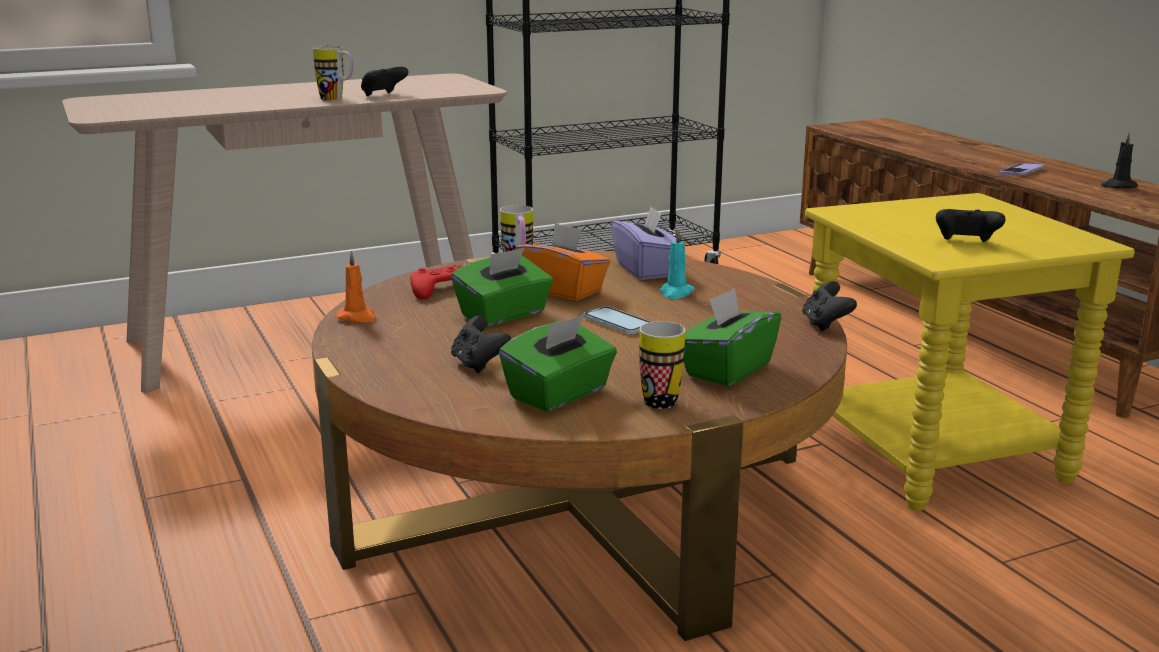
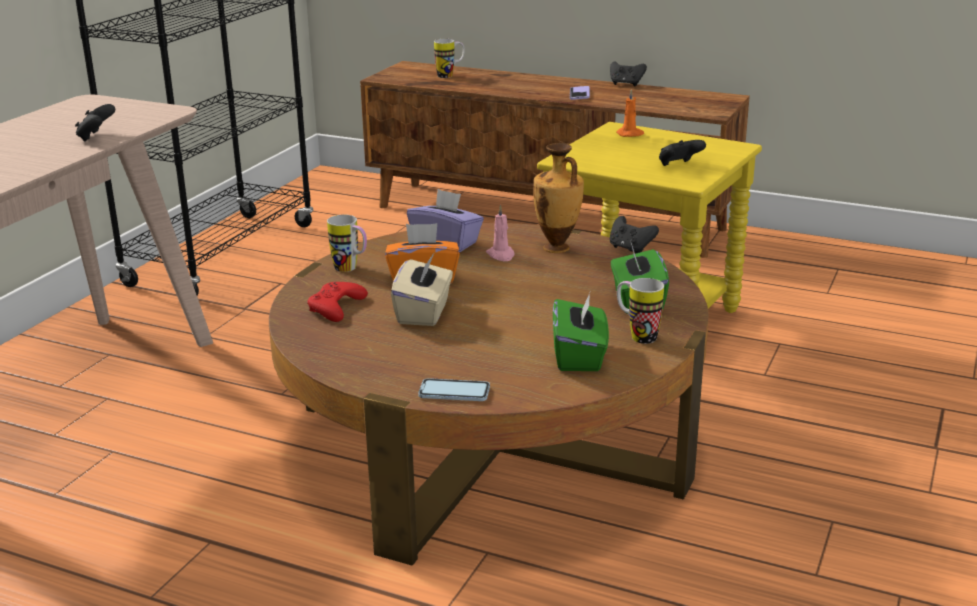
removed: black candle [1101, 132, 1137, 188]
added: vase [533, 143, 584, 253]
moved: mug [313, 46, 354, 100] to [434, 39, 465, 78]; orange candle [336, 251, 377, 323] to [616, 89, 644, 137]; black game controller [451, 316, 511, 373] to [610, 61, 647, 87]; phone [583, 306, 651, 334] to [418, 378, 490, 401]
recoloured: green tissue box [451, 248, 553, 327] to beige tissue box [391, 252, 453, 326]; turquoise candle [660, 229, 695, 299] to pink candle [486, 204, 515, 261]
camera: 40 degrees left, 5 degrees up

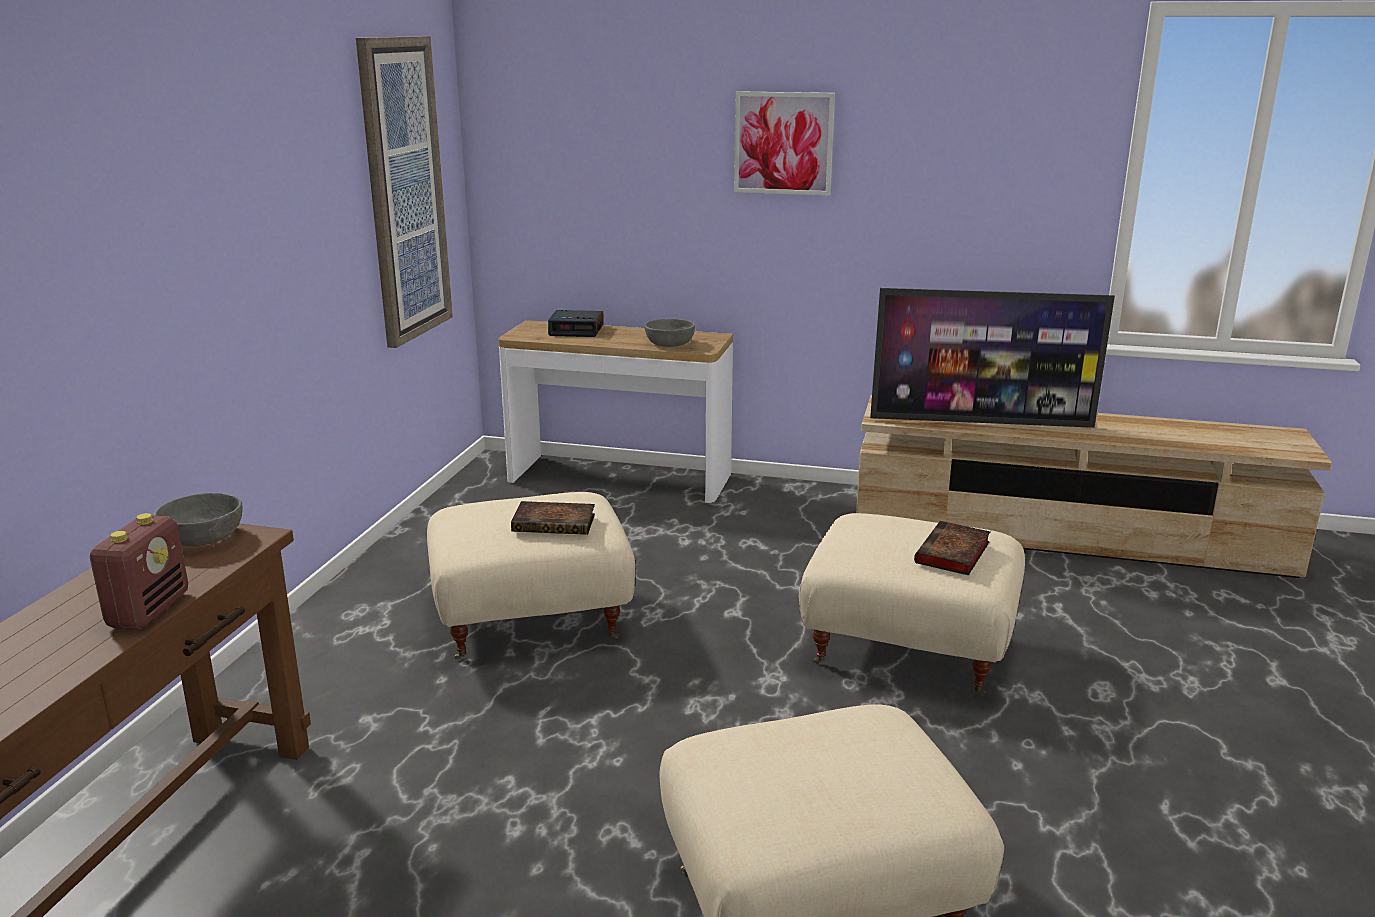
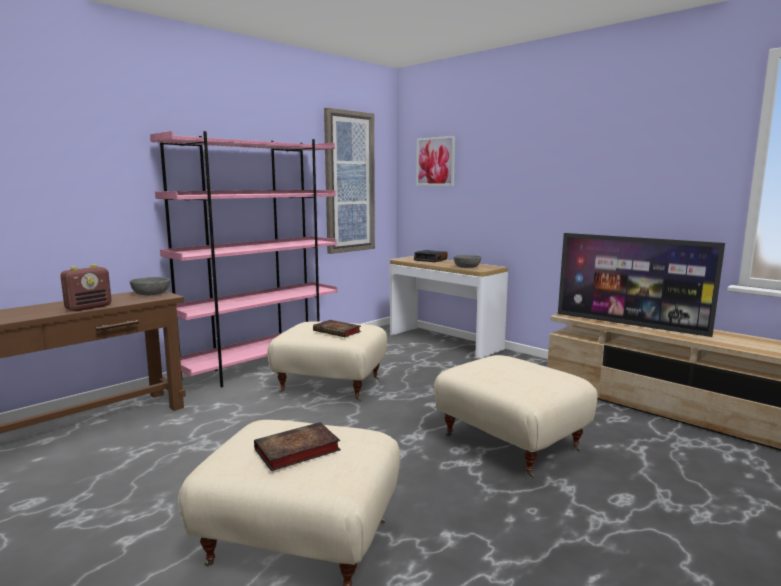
added: pink bookcase [150, 131, 338, 387]
moved: picture [734, 91, 835, 196] to [416, 136, 455, 186]; book [914, 521, 990, 576] to [254, 422, 341, 471]
camera: 30 degrees right, 10 degrees down

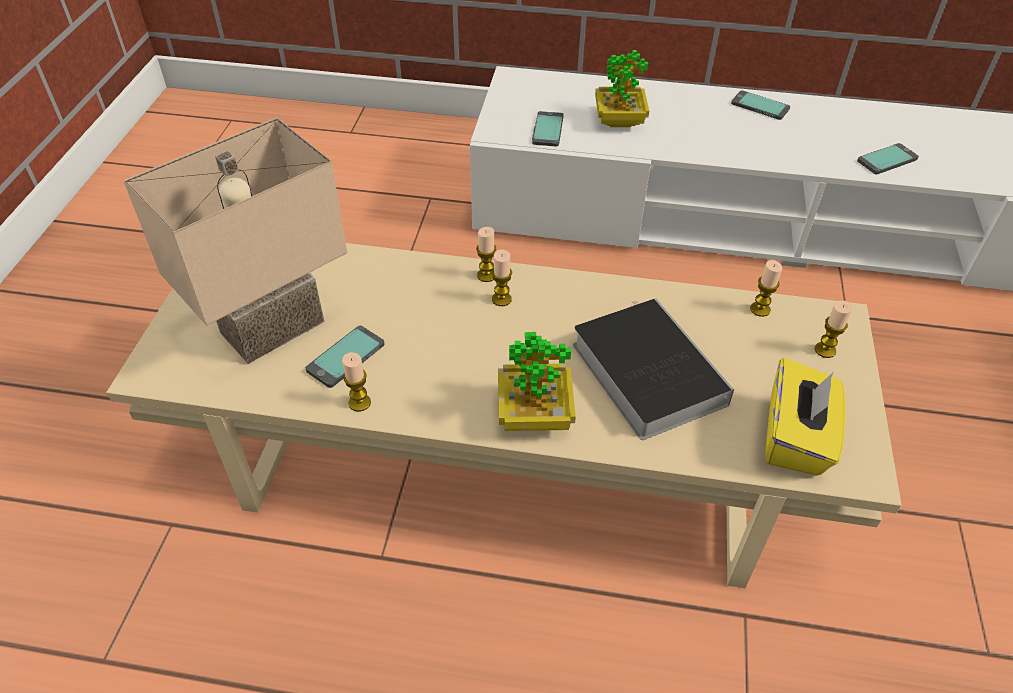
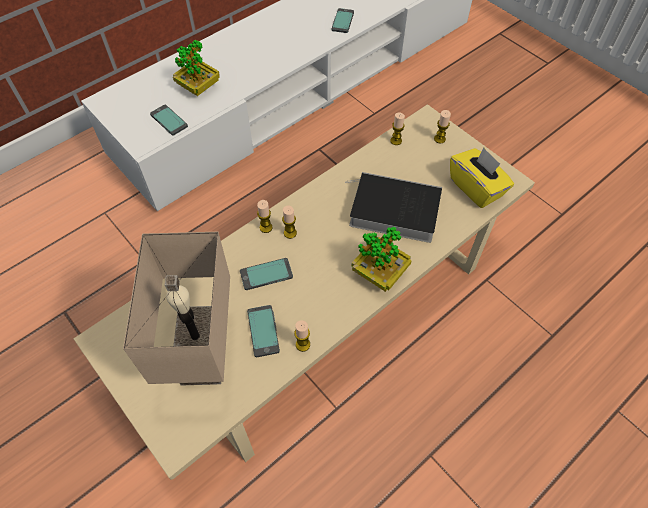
moved: phone [731, 90, 790, 120] to [240, 258, 293, 290]
camera: 50 degrees left, 10 degrees up

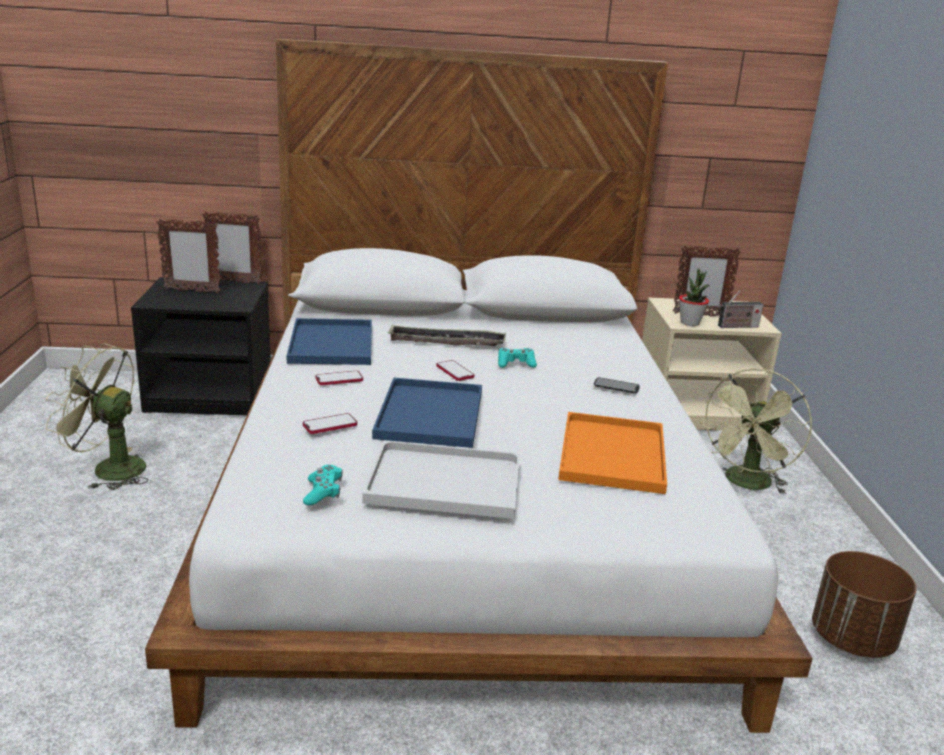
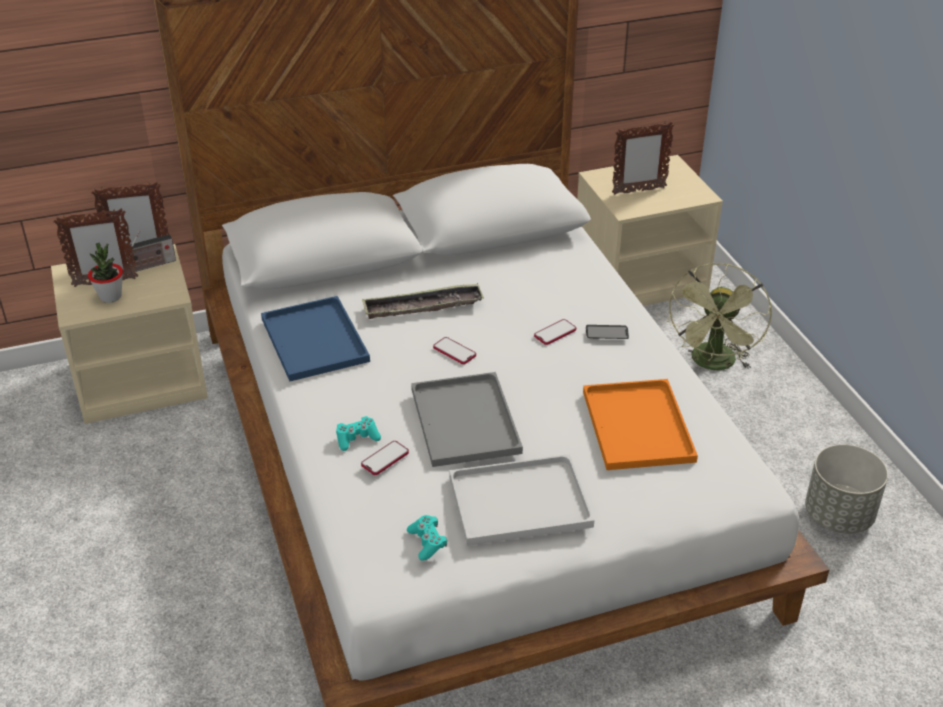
removed: green fan [46, 343, 148, 490]
moved: phone [315, 371, 363, 385] to [534, 319, 576, 345]; turquoise game controller [498, 348, 537, 368] to [336, 416, 381, 451]; potted plant [679, 269, 709, 326] to [88, 243, 123, 303]; radio [718, 290, 764, 328] to [124, 231, 176, 272]
recoloured: black nightstand [131, 277, 271, 415] to beige nightstand [51, 244, 208, 424]; blue tray [372, 378, 482, 448] to grey tray [411, 372, 523, 467]; brown planter [812, 551, 917, 658] to grey planter [805, 444, 888, 534]
camera: 15 degrees left, 15 degrees up

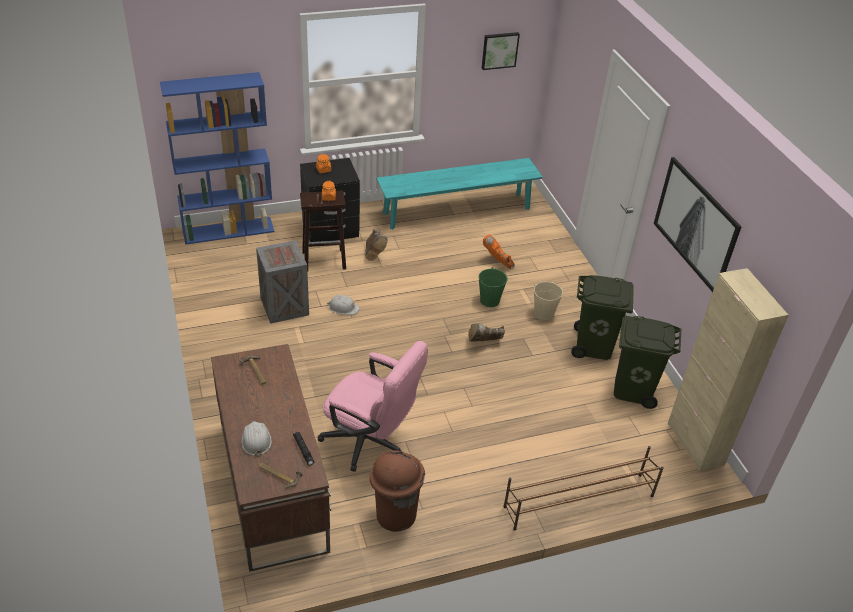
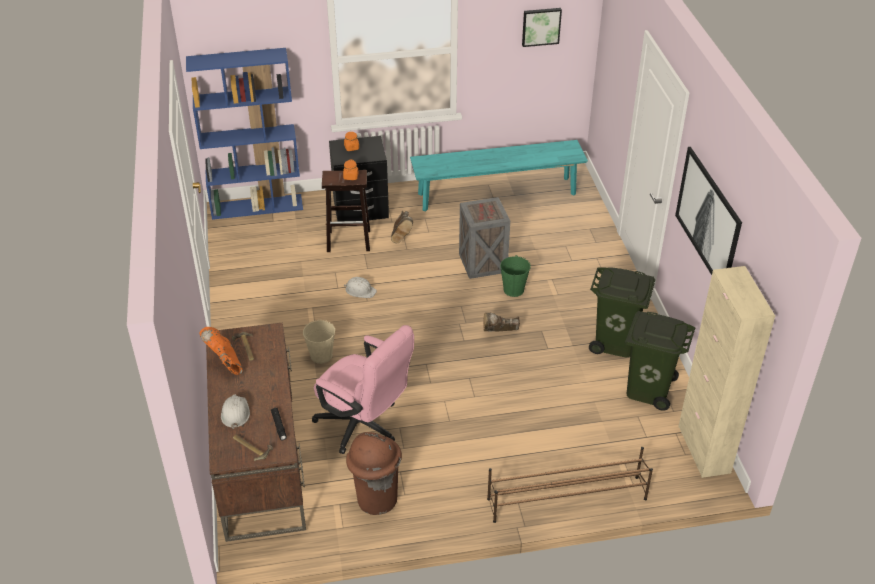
moved: crate [256, 240, 309, 324] to [459, 197, 510, 279]; orange boot [483, 234, 515, 269] to [199, 327, 243, 375]; beige bucket [534, 281, 563, 321] to [303, 320, 335, 364]
camera: 10 degrees right, 0 degrees up

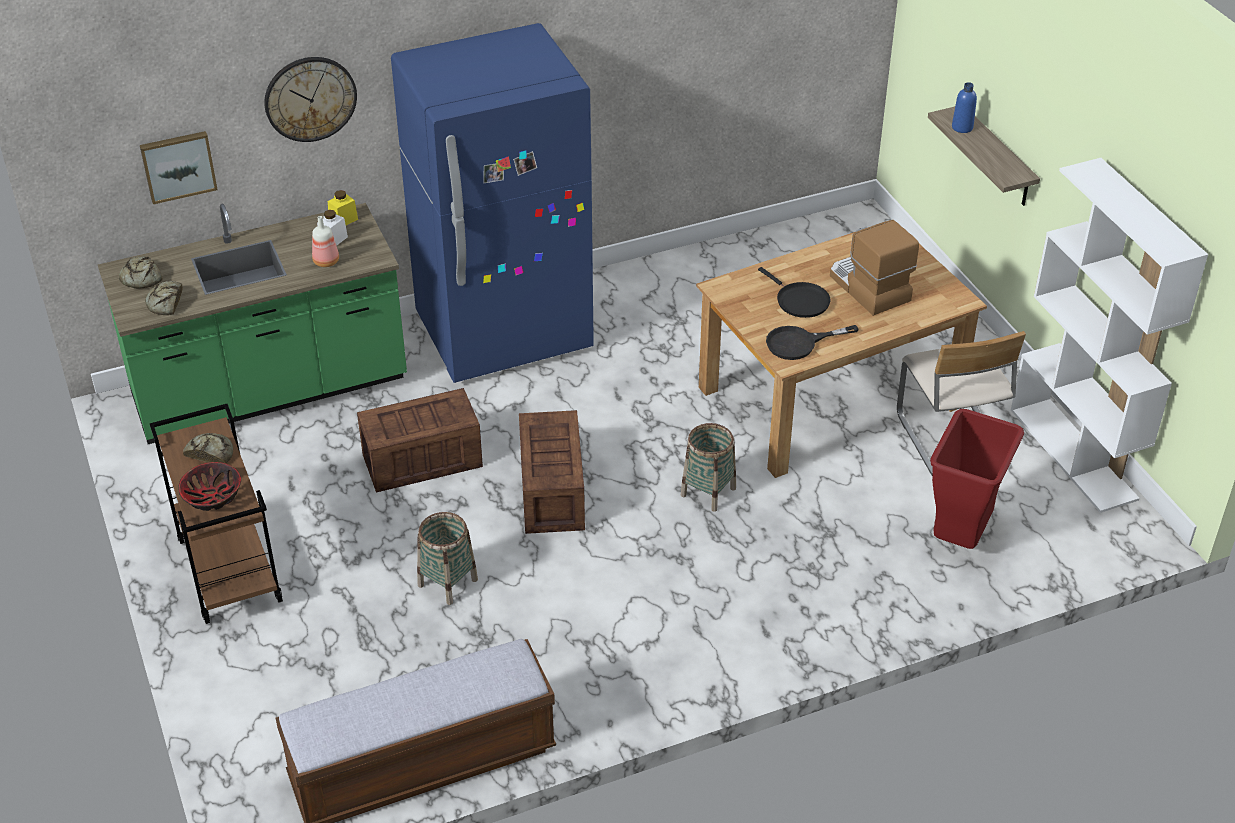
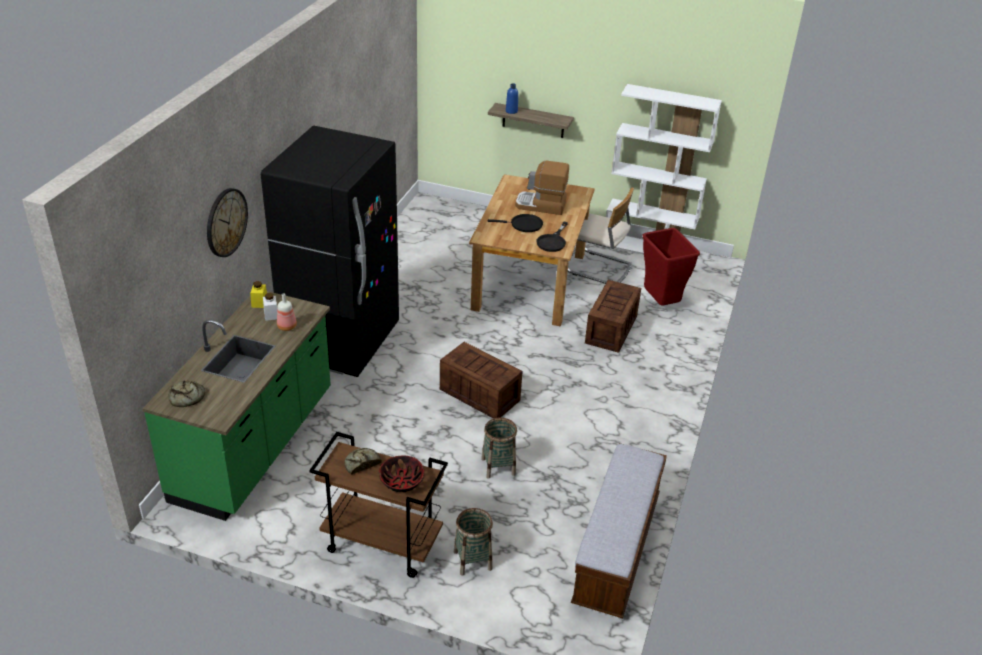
removed: picture [140, 131, 218, 204]; bread [145, 280, 183, 315]
moved: crate [357, 388, 483, 493] to [585, 280, 641, 353]; basket [681, 423, 736, 512] to [454, 508, 493, 576]
recoloured: blue fridge [391, 23, 594, 383] to black fridge [261, 126, 399, 377]
camera: 50 degrees left, 5 degrees down

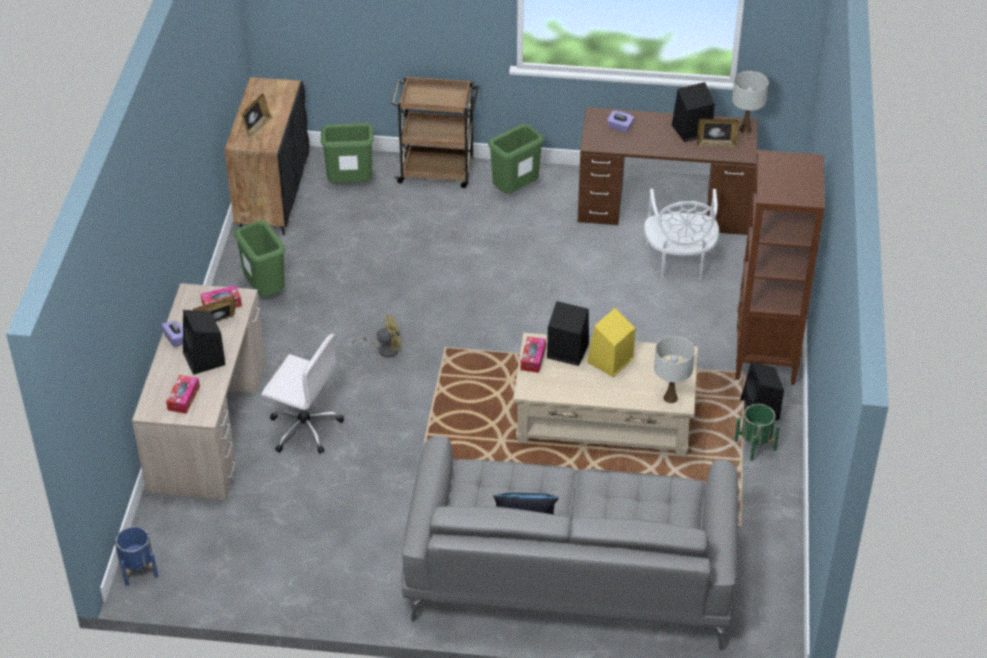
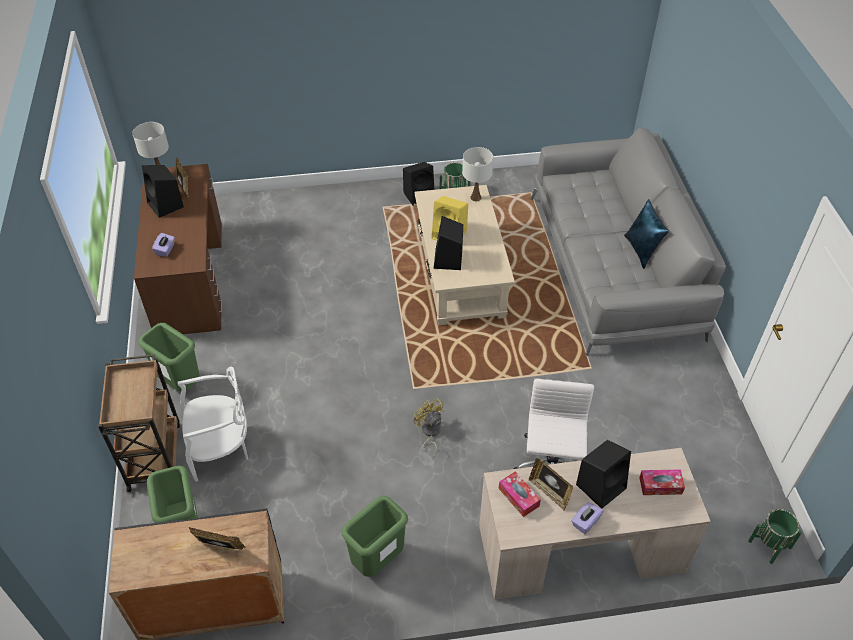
removed: tissue box [520, 336, 546, 373]; brown bookcase [735, 150, 825, 385]
moved: white chair [644, 189, 719, 279] to [178, 367, 248, 482]
recoloured: blue planter [114, 526, 158, 586] to green planter [748, 509, 802, 564]
camera: 105 degrees left, 5 degrees up

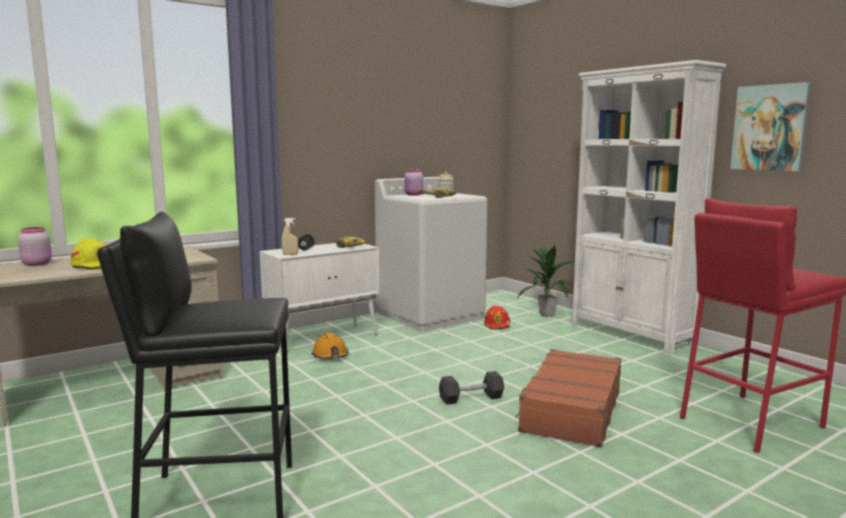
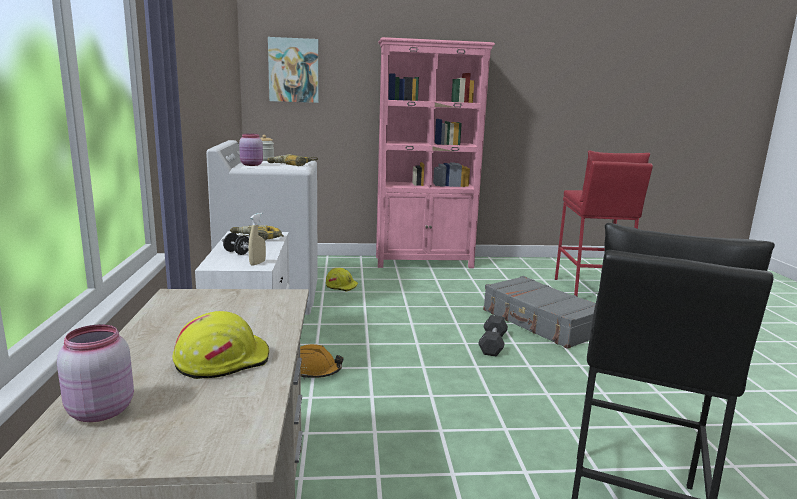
removed: potted plant [516, 245, 575, 317]
moved: picture [730, 82, 811, 171] to [268, 37, 319, 103]
recoloured: red hard hat [484, 305, 511, 329] to yellow hard hat [326, 268, 358, 291]; brown suitcase [515, 349, 621, 447] to grey suitcase [483, 276, 596, 349]; white bookcase [571, 60, 726, 355] to pink bookcase [376, 37, 495, 268]
camera: 60 degrees left, 5 degrees up

